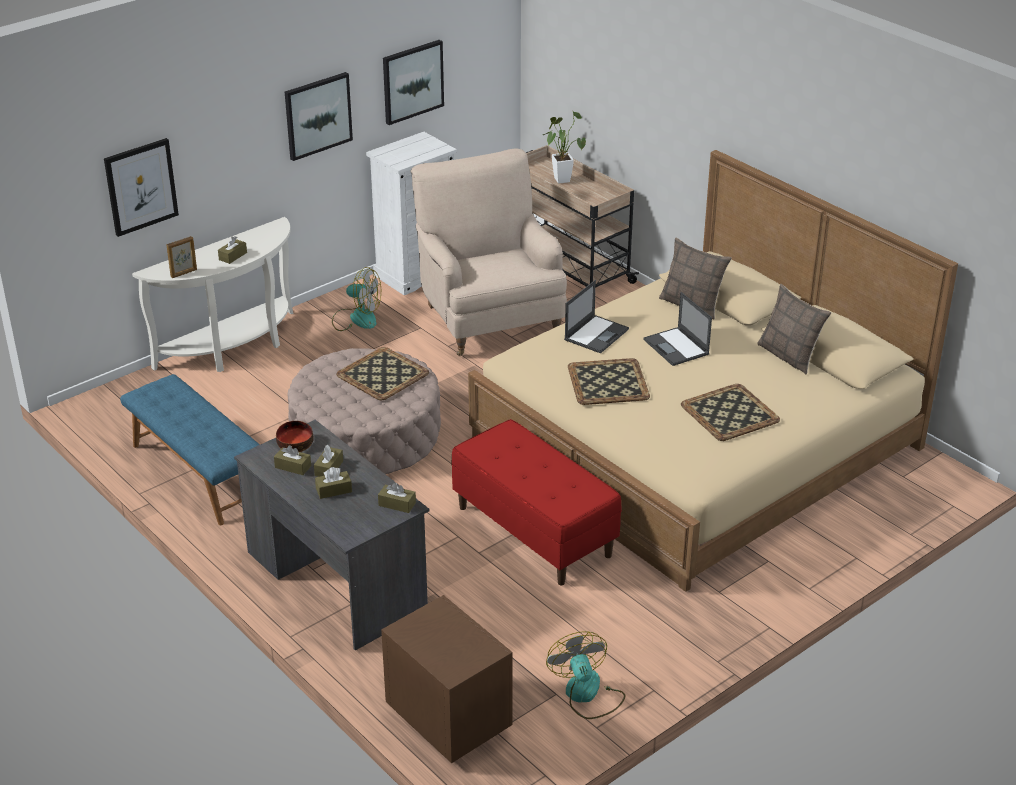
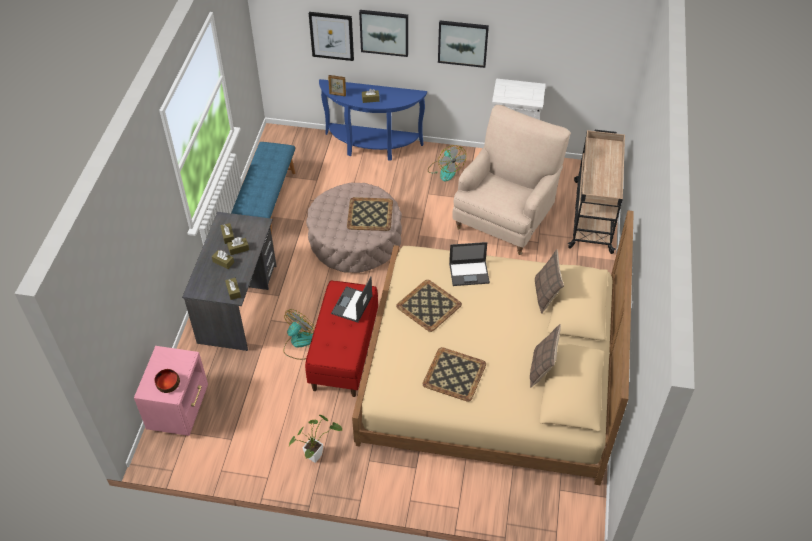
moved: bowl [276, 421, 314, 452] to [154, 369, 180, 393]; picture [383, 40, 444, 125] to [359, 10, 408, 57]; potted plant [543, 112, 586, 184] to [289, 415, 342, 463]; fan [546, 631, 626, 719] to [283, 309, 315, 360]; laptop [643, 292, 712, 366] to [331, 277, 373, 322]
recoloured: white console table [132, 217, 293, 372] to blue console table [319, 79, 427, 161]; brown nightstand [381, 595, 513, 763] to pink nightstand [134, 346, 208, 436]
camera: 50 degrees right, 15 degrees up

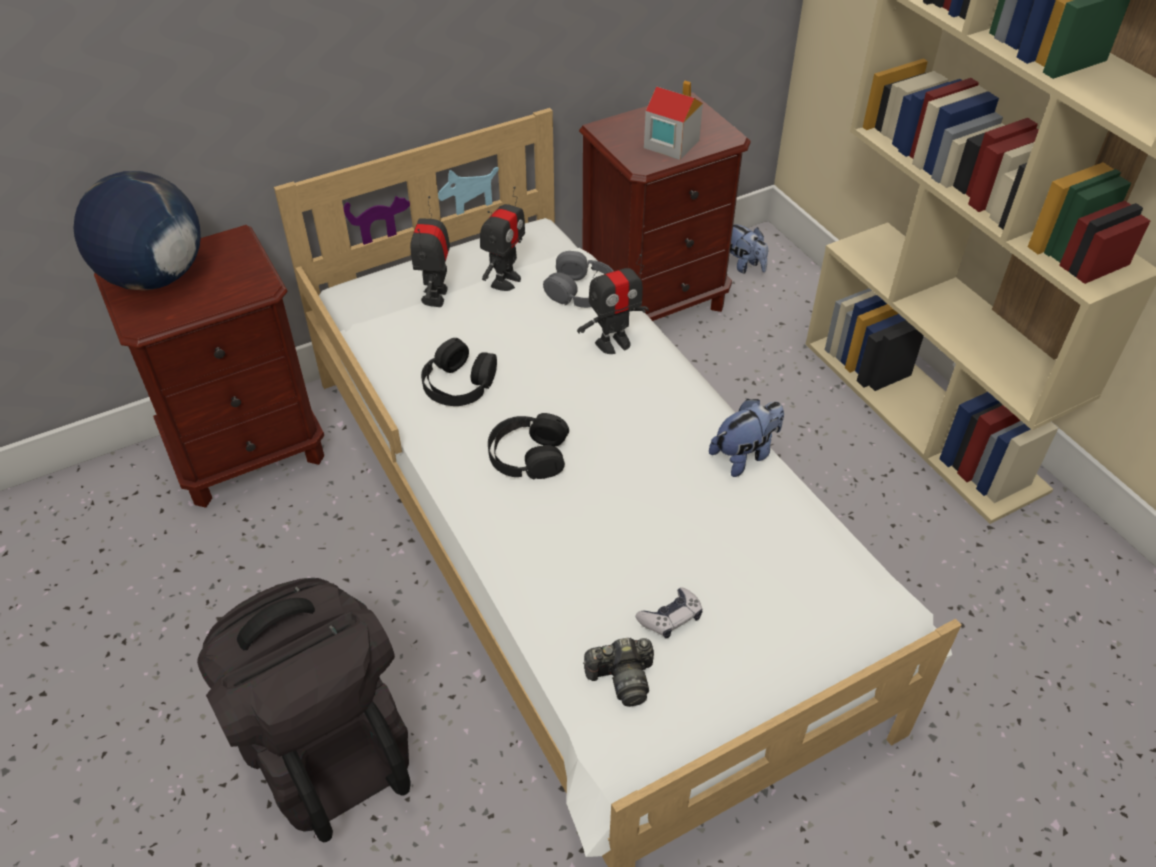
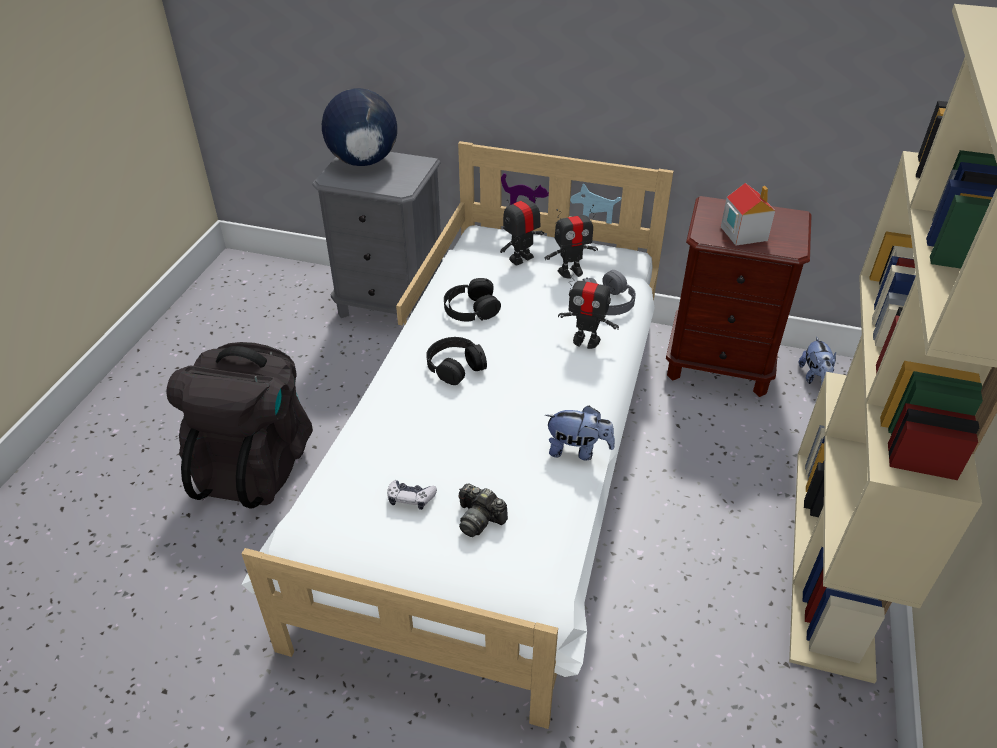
moved: photo camera [583, 638, 654, 707] to [459, 483, 508, 537]
recoloured: brown nightstand [94, 225, 324, 508] to grey nightstand [312, 152, 442, 318]
camera: 45 degrees right, 5 degrees down

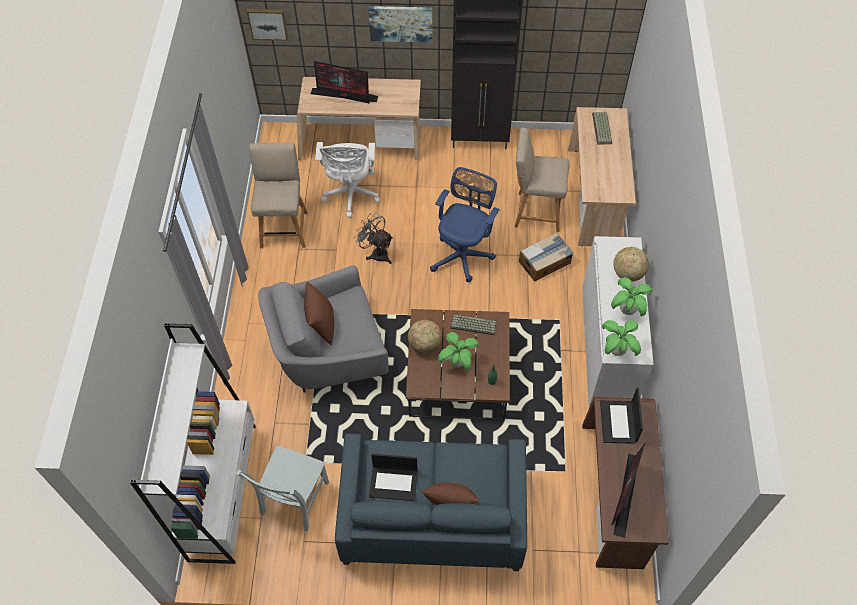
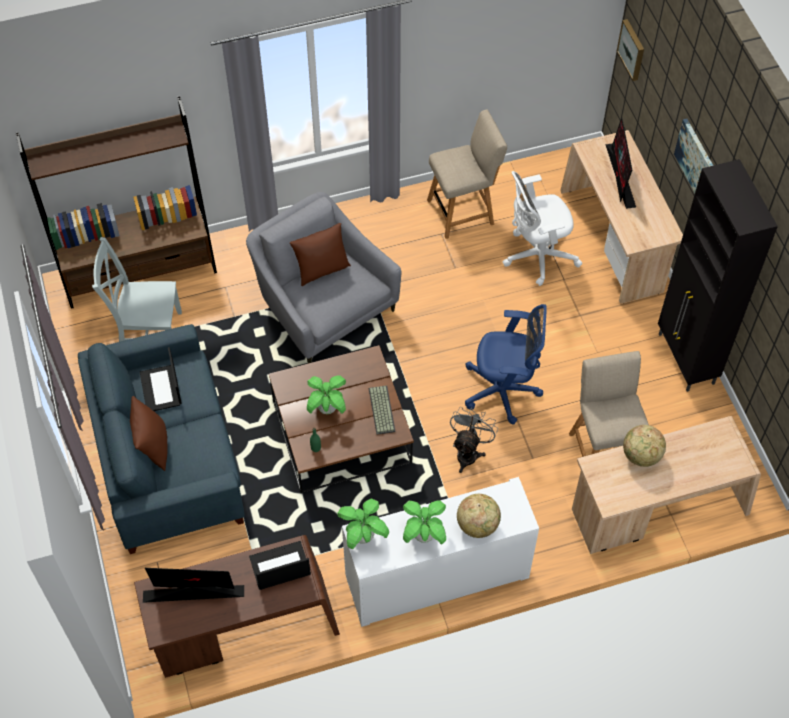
removed: cardboard box [519, 232, 573, 281]; keyboard [592, 112, 612, 145]
moved: grey fan [353, 213, 393, 264] to [450, 407, 498, 473]; globe [408, 320, 442, 354] to [623, 425, 666, 467]
recoloured: white bookcase [130, 323, 256, 564] to brown bookcase [16, 96, 217, 309]
camera: 70 degrees right, 0 degrees up

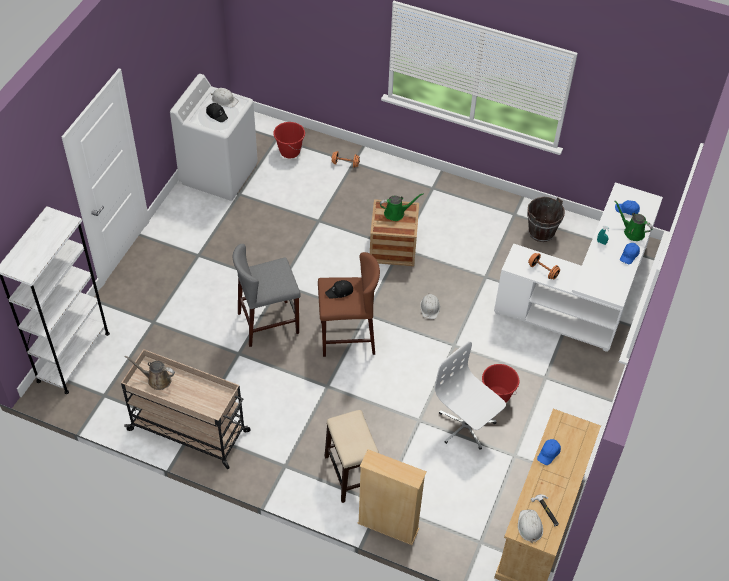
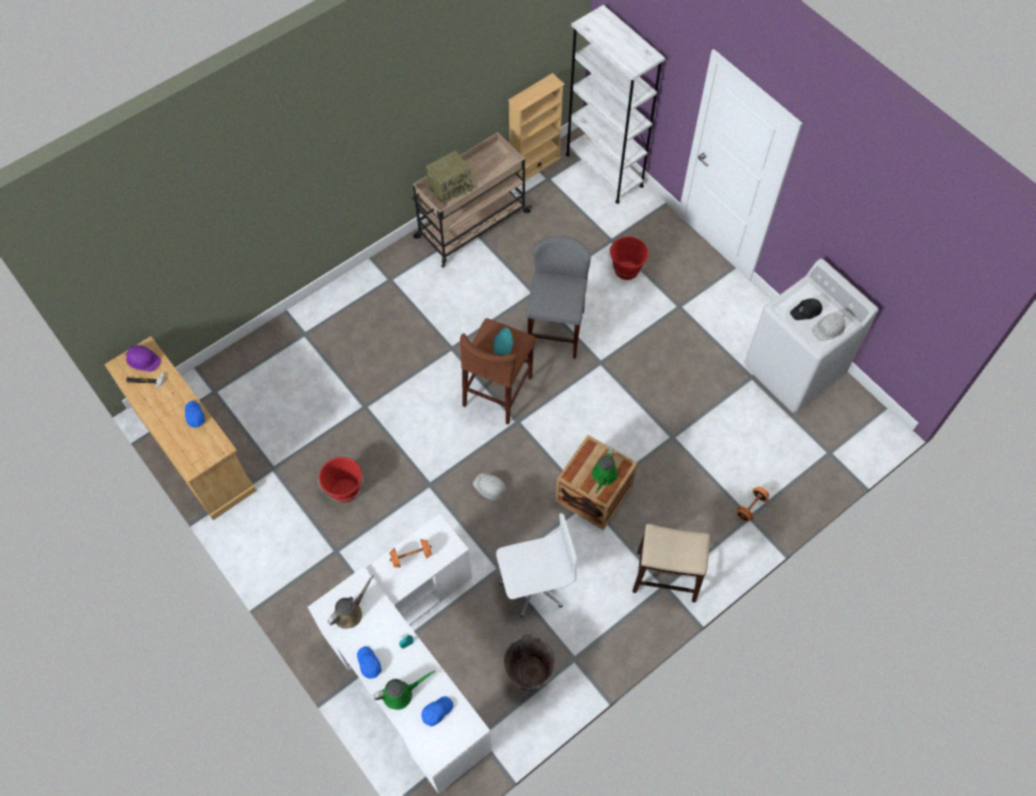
added: radio [426, 151, 474, 205]
moved: brown watering can [125, 356, 175, 390] to [327, 575, 374, 629]; red bucket [273, 122, 305, 159] to [609, 236, 649, 280]; stool [325, 410, 379, 503] to [633, 524, 710, 602]; beige bookcase [357, 449, 427, 545] to [508, 73, 565, 181]; white office chair [435, 341, 506, 450] to [496, 513, 577, 618]
recoloured: black cap [325, 280, 353, 299] to turquoise cap [493, 328, 513, 355]; white hard hat [518, 510, 543, 543] to purple hard hat [125, 345, 161, 372]
camera: 120 degrees right, 10 degrees up

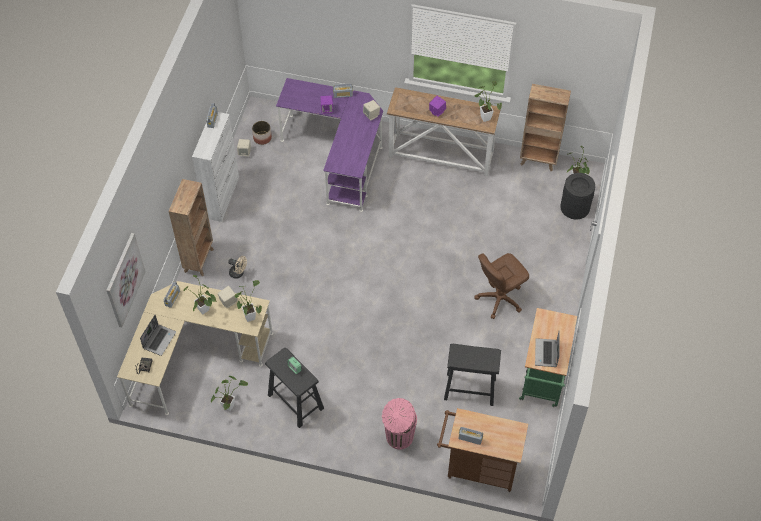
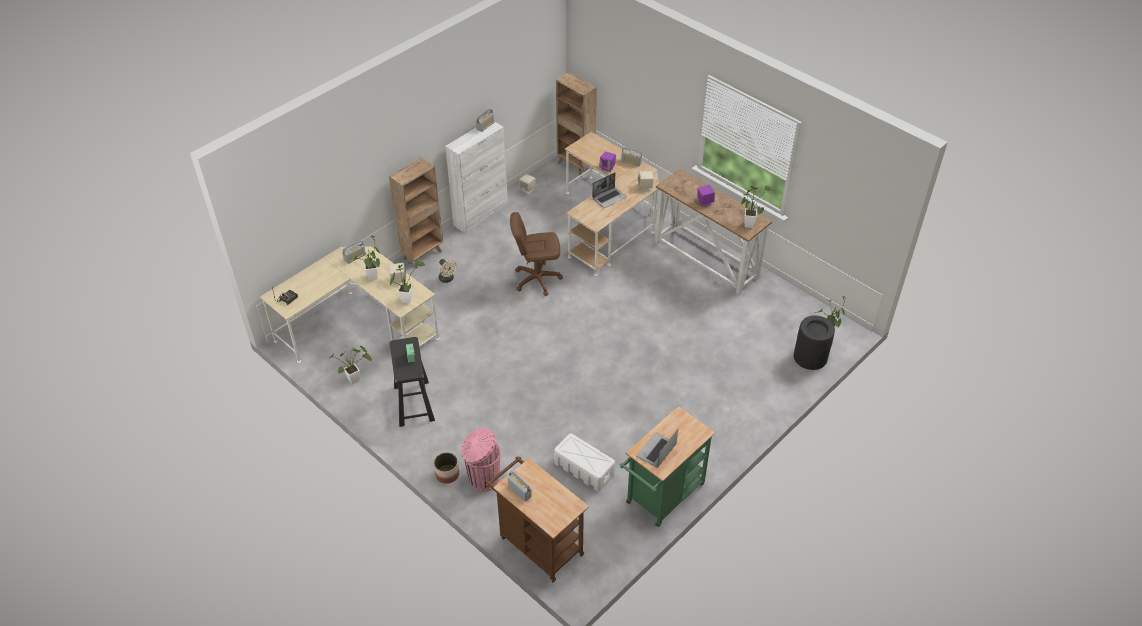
removed: picture [106, 233, 146, 327]
moved: laptop [140, 315, 176, 356] to [592, 173, 626, 208]; planter [252, 121, 272, 145] to [434, 452, 459, 484]; brown office chair [474, 253, 529, 319] to [510, 212, 563, 296]; brown bookcase [520, 84, 571, 171] to [556, 72, 597, 176]
replaced: black stool [444, 344, 501, 406] to white storage box [554, 433, 615, 491]
recoloured: purple desk [276, 78, 383, 212] to beige desk [565, 132, 659, 276]
camera: 30 degrees right, 10 degrees down

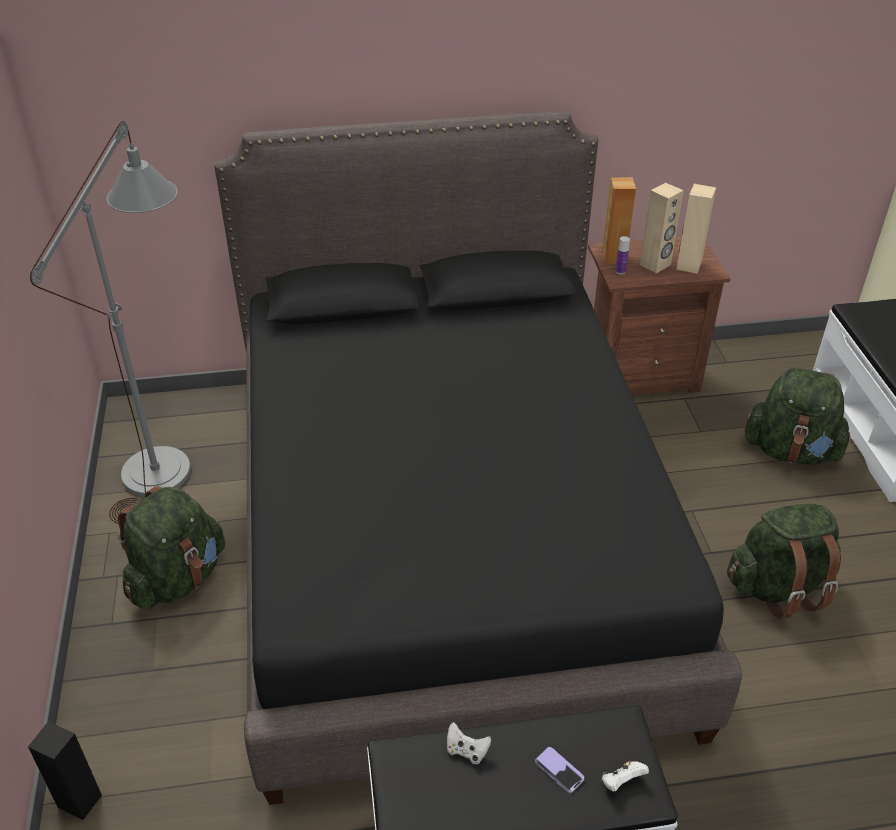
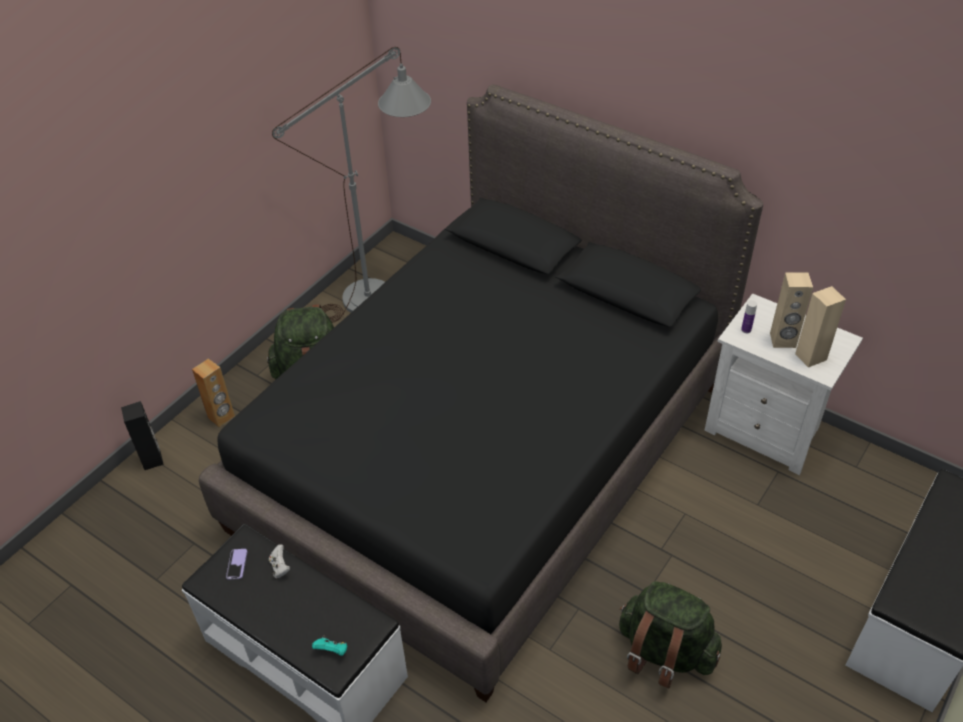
removed: green backpack [745, 367, 852, 465]
moved: phone [535, 747, 584, 793] to [226, 549, 247, 580]; brown speaker [602, 177, 636, 264] to [192, 359, 235, 427]
recoloured: brown nightstand [588, 236, 731, 395] to white nightstand [704, 293, 863, 475]; white game controller [602, 761, 649, 792] to turquoise game controller [312, 636, 347, 656]
camera: 45 degrees right, 5 degrees up

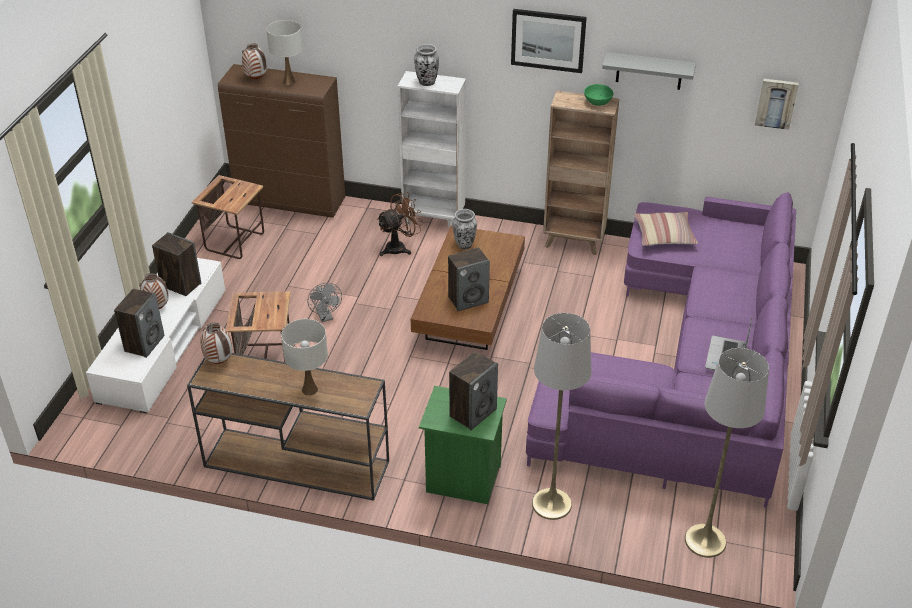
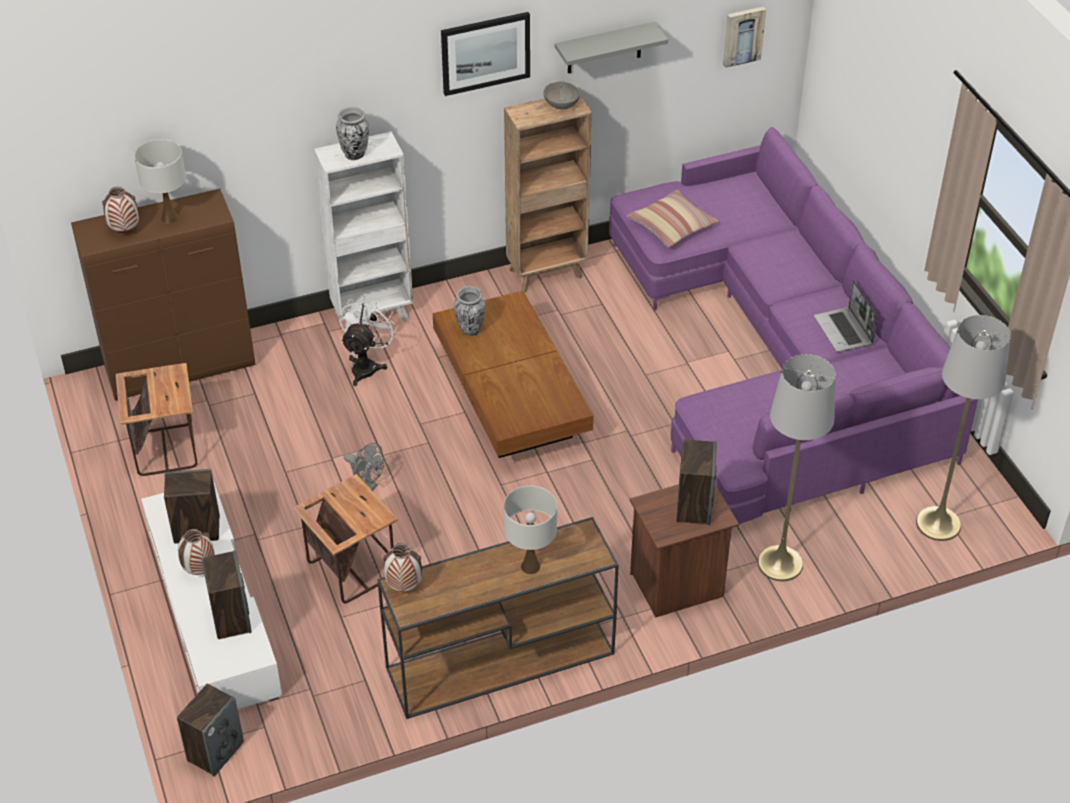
moved: speaker [448, 247, 490, 311] to [177, 683, 244, 776]
recoloured: brown fan [377, 192, 424, 256] to white fan [339, 295, 398, 386]; green nightstand [419, 386, 507, 504] to brown nightstand [630, 484, 739, 617]; green bowl [584, 84, 613, 106] to grey bowl [543, 81, 580, 109]
camera: 35 degrees left, 5 degrees up

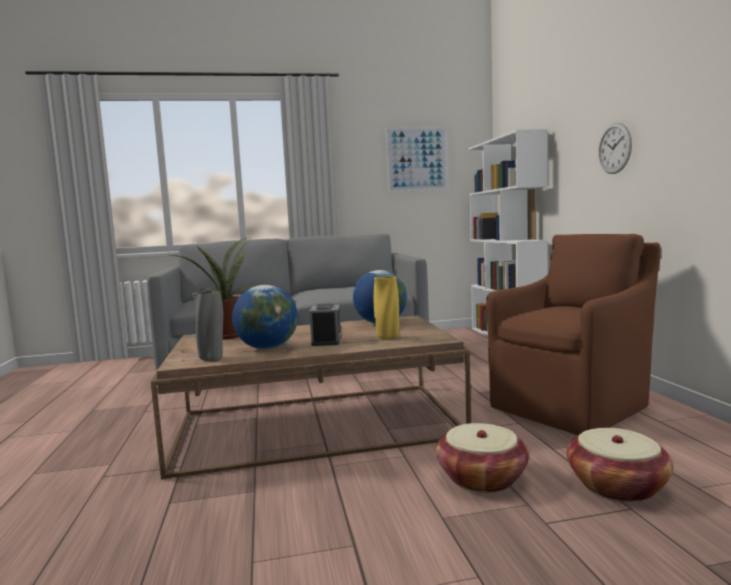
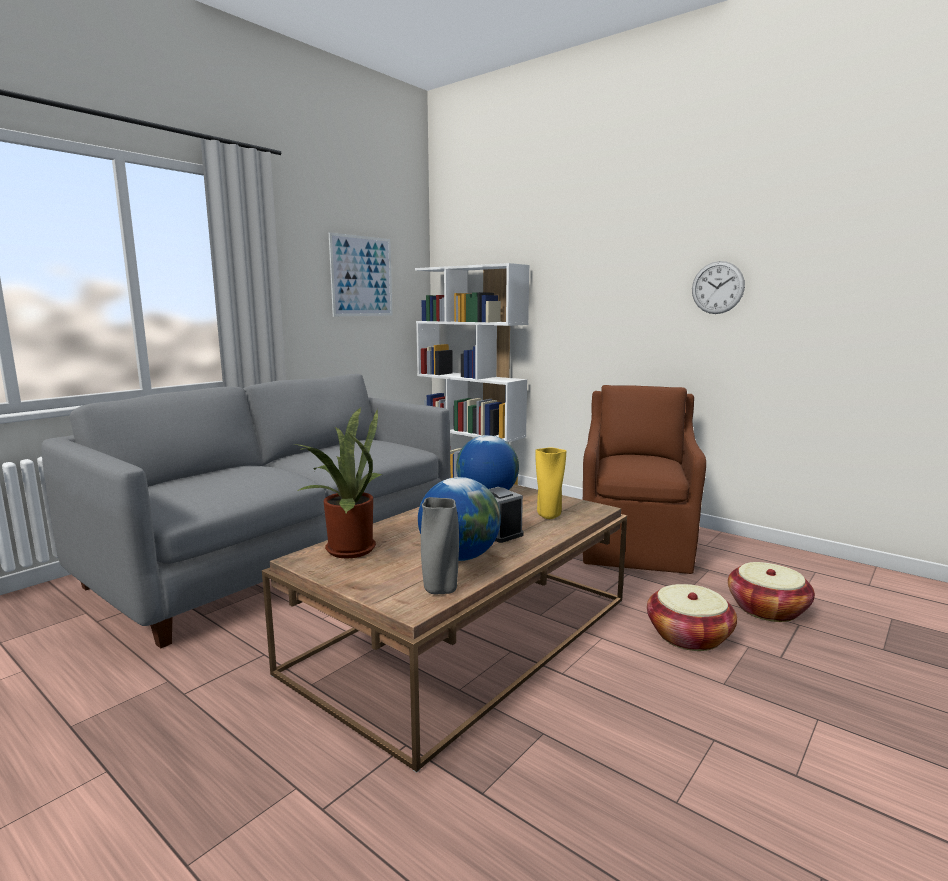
moved: wall clock [598, 123, 632, 174] to [692, 261, 745, 314]
camera: 40 degrees left, 5 degrees up

